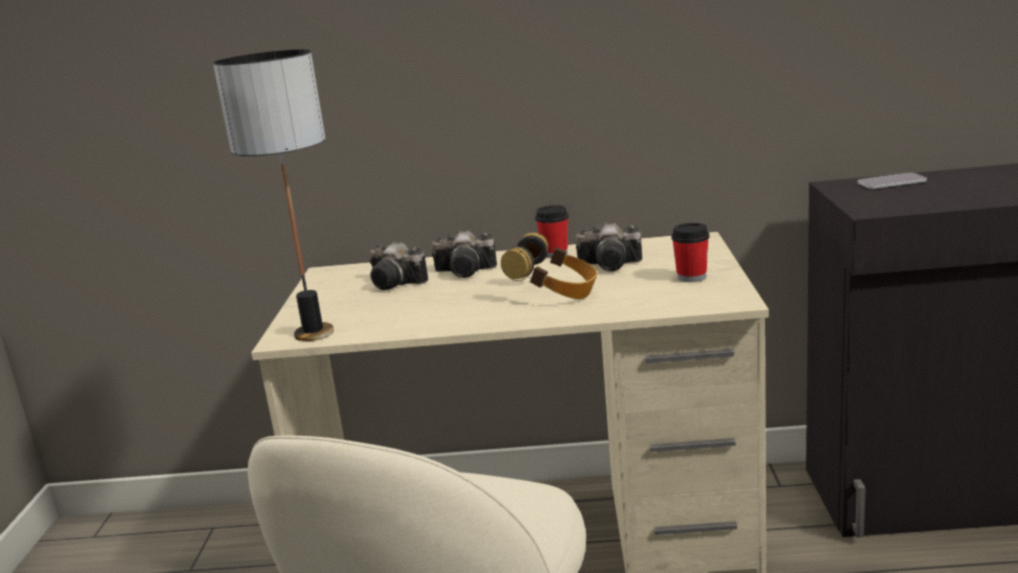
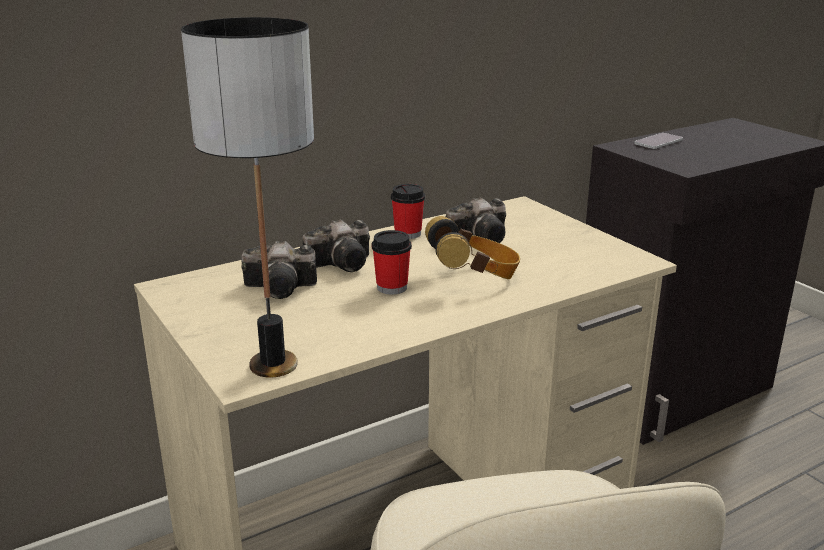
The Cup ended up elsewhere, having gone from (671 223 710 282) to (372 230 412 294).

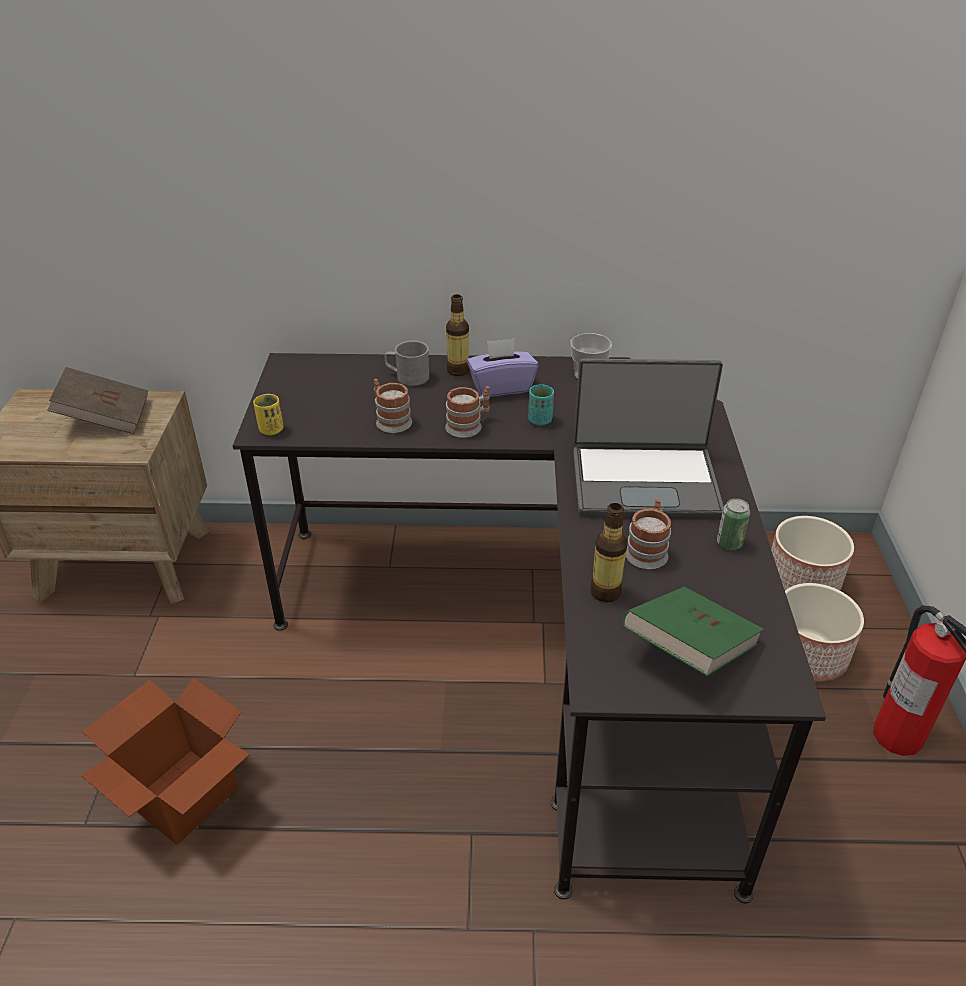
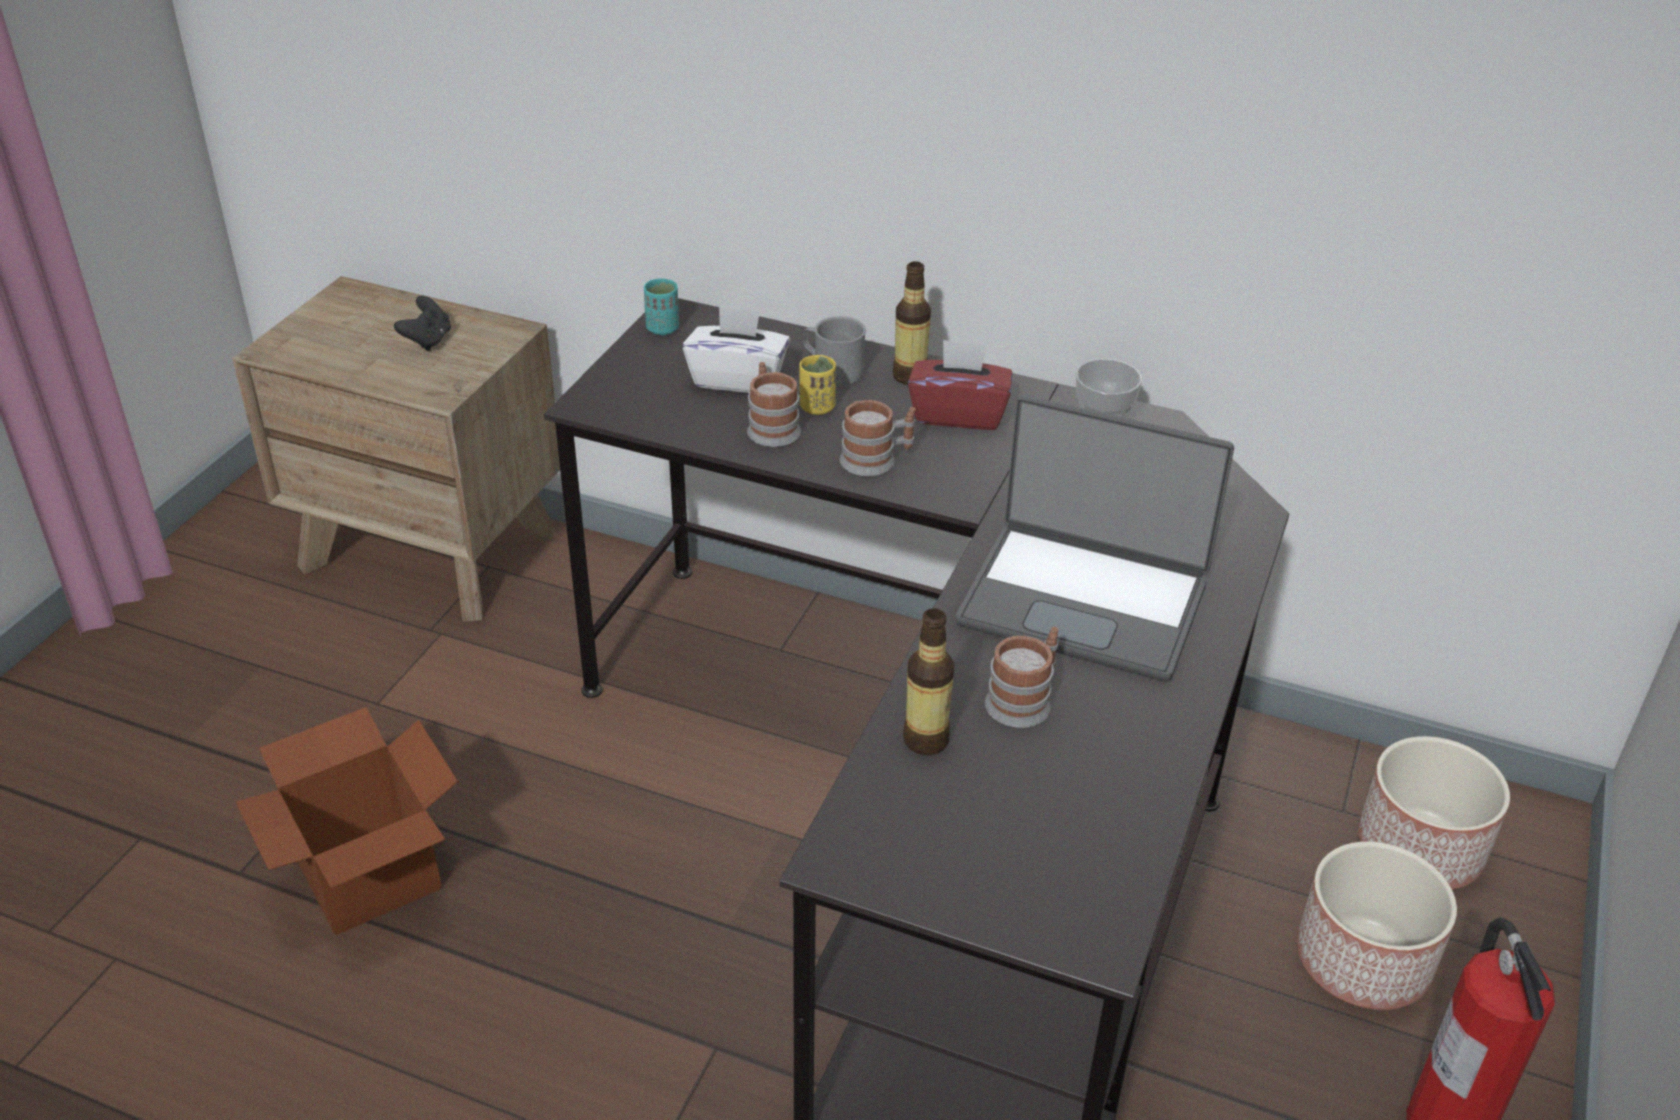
What was the PurpleTissueBox at (467 338 538 397) turned into the RedTissueBox at (908 340 1012 430). Where the BrownBook stood at (47 367 148 434), the BlackGameController came to stand at (394 295 451 351). The TurquoiseCup ended up elsewhere, having gone from (528 385 554 426) to (644 278 679 335). The YellowCup ended up elsewhere, having gone from (253 394 284 435) to (799 355 836 415). The second view lost the Can at (717 498 750 550). The second view lost the GreenBook at (622 587 764 676). The second view gained the WhiteTissueBox at (683 305 790 393).

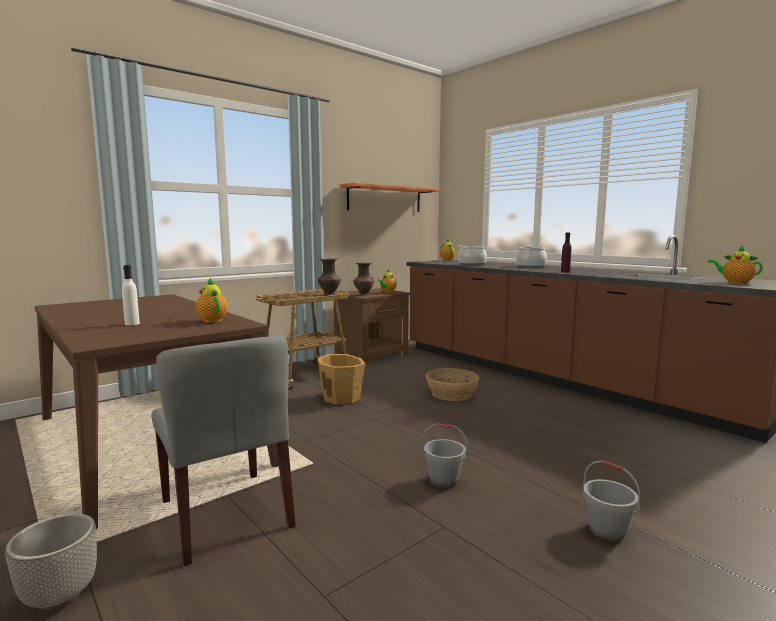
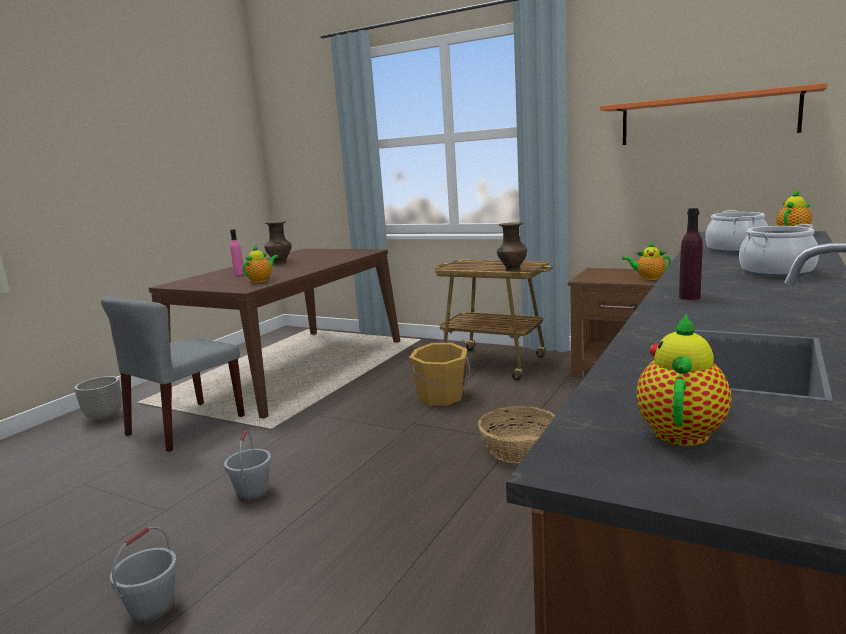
The BrownVase ended up elsewhere, having gone from (354 262 374 295) to (264 221 291 264). What was the WhiteBottle at (122 265 140 326) turned into the PinkBottle at (230 229 244 275).

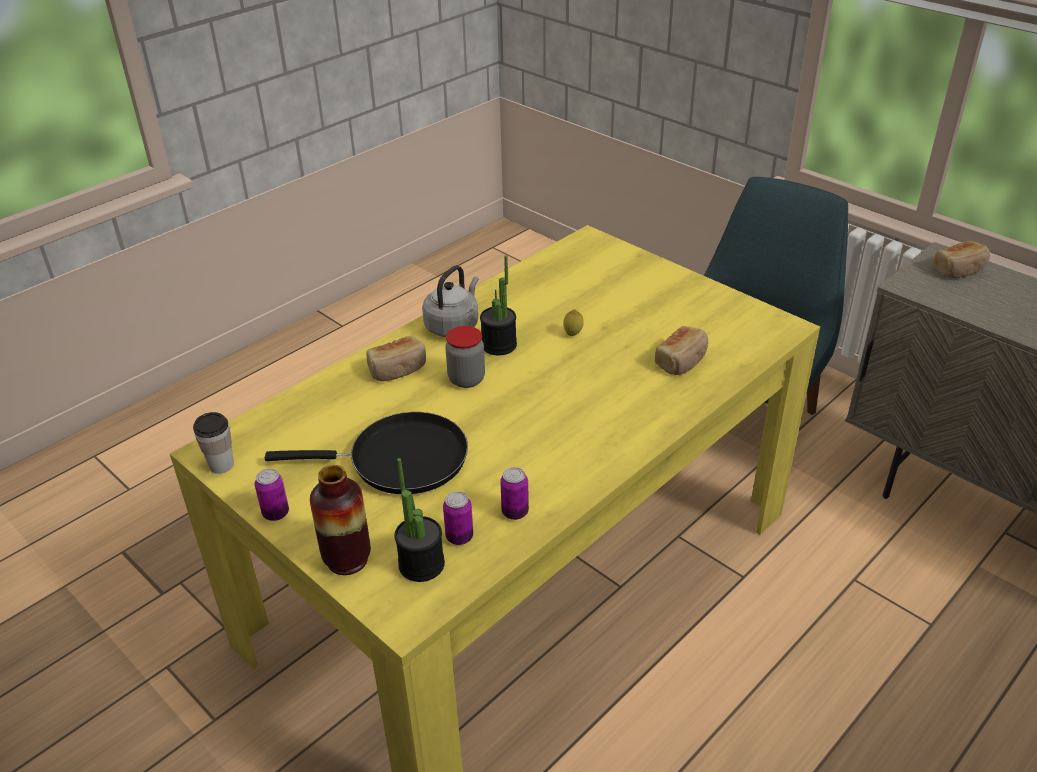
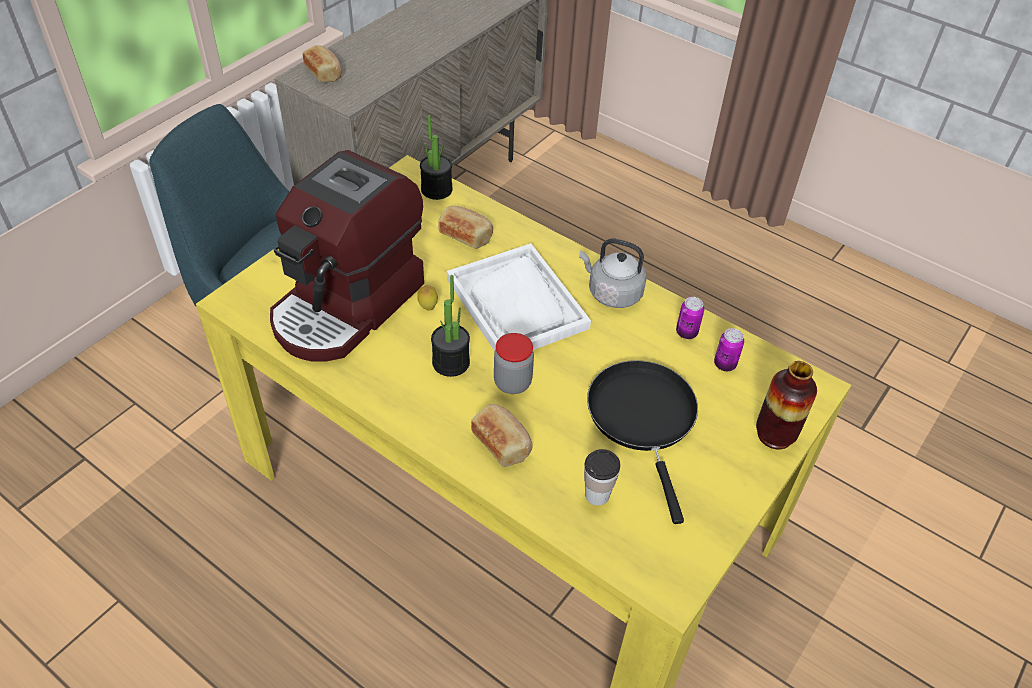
The GreyKettle ended up elsewhere, having gone from (422 265 479 337) to (579 239 647 308). The Cup ended up elsewhere, having gone from (193 412 234 474) to (584 449 621 506). The PottedPlant ended up elsewhere, having gone from (394 458 445 582) to (420 115 453 200). The second view lost the Can at (255 469 289 521). The second view gained the CoffeeMachine at (270 150 424 362). The second view gained the WhiteTray at (447 243 591 351).

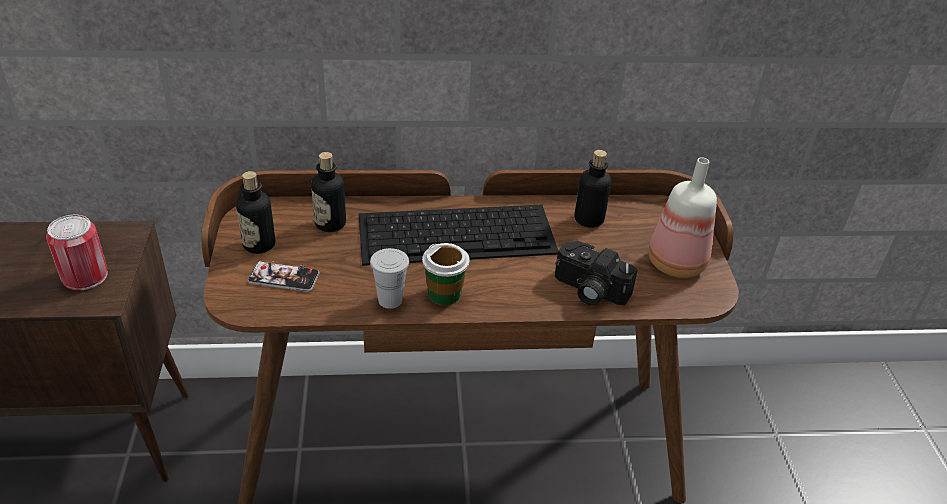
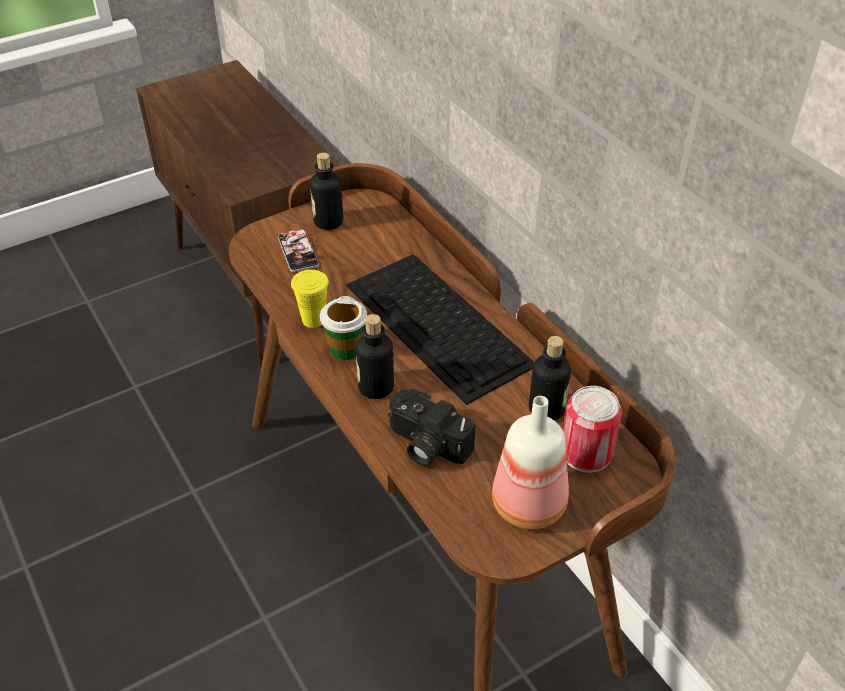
The Bottle ended up elsewhere, having gone from (311 152 346 232) to (356 314 394 399). The Can ended up elsewhere, having gone from (46 215 108 291) to (563 386 622 473). The PhotoCamera at (555 241 638 306) ended up facing another way, 60 degrees counterclockwise from before. What was the WhiteCup at (370 248 409 309) turned into the YellowCup at (291 270 329 328).

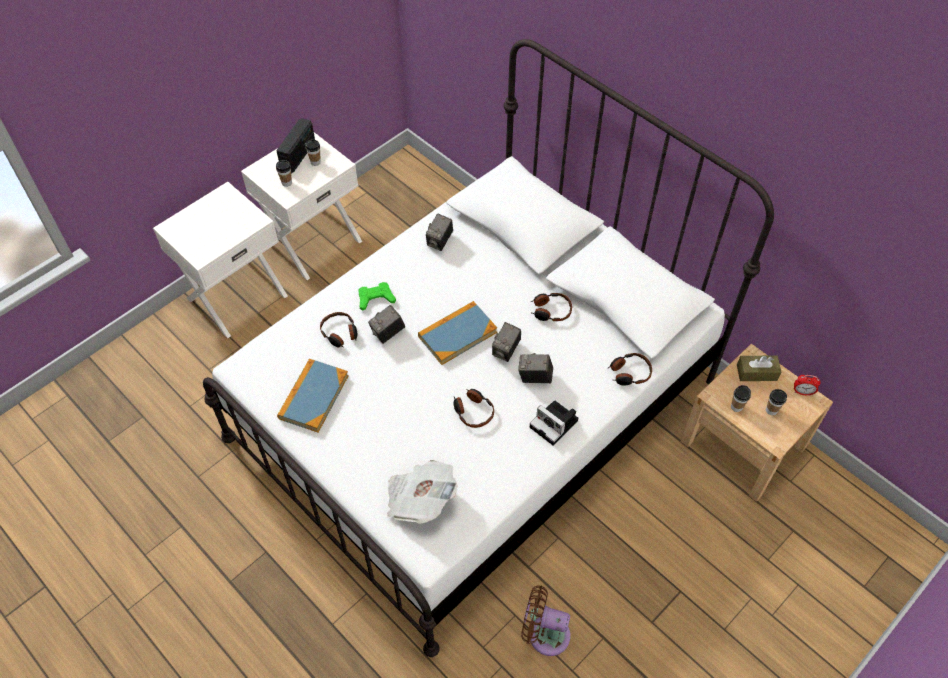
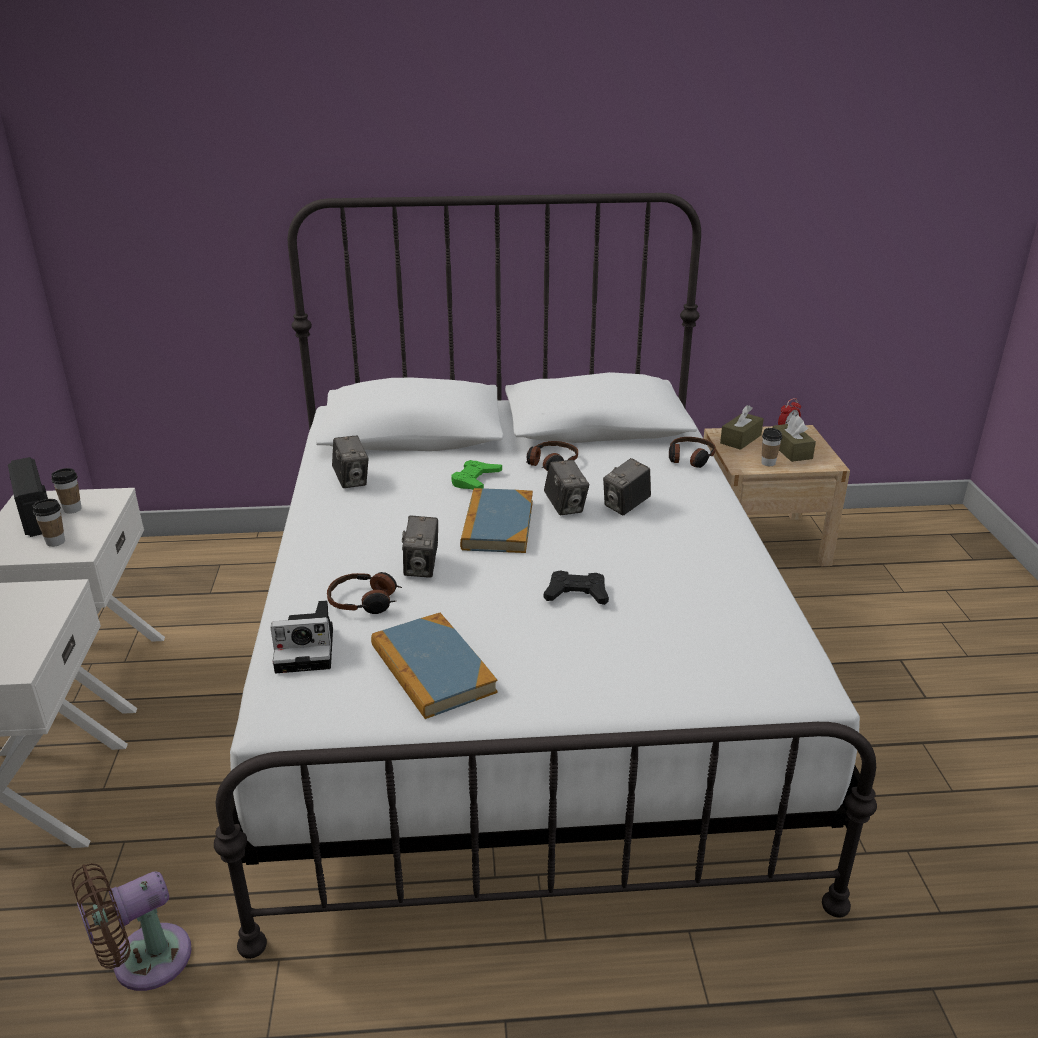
The GreenGameController ended up elsewhere, having gone from (358 282 396 311) to (451 460 502 490). The second view lost the Headphones at (454 389 494 428). Where the Cup stood at (766 389 787 415), the BrownTissueBox came to stand at (773 415 816 462). The PhotoCamera ended up elsewhere, having gone from (530 400 578 446) to (271 600 333 674). The second view lost the Newspaper at (387 460 457 524). The BrownFan ended up elsewhere, having gone from (521 585 571 656) to (71 863 192 991). The second view gained the BlackGameController at (544 571 609 605).

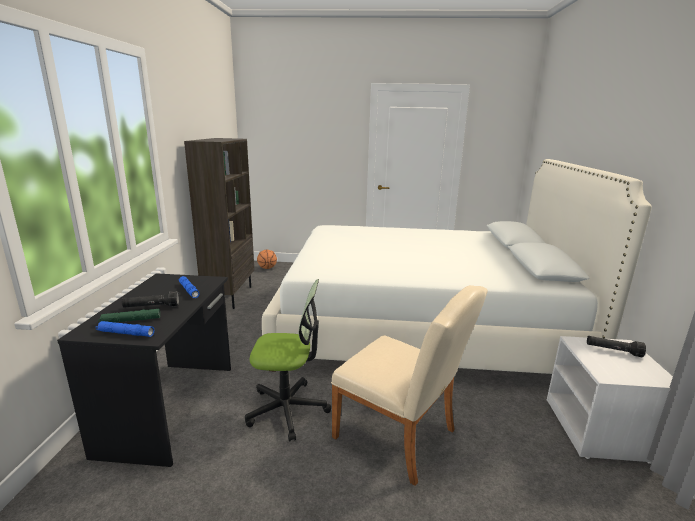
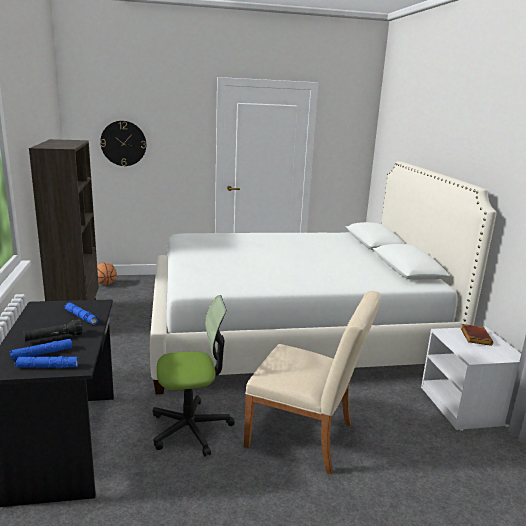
What was the GreenFlashlight at (98 309 160 323) turned into the BlueFlashlight at (10 339 72 360). Where the BlackFlashlight stood at (587 336 646 357), the BrownBook came to stand at (460 324 494 346). The second view gained the WallClock at (100 121 146 166).

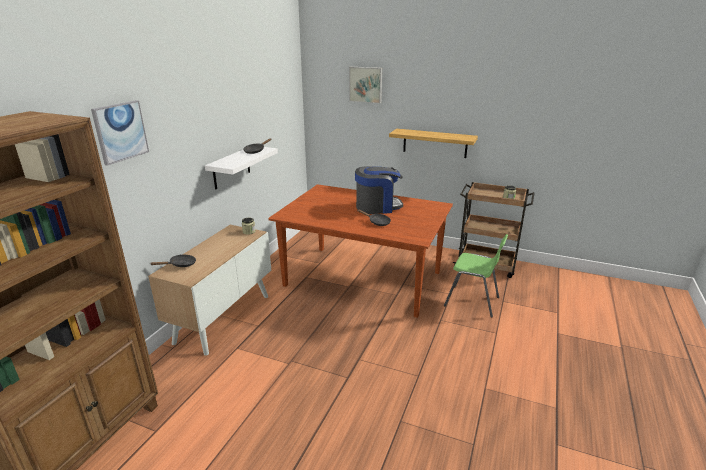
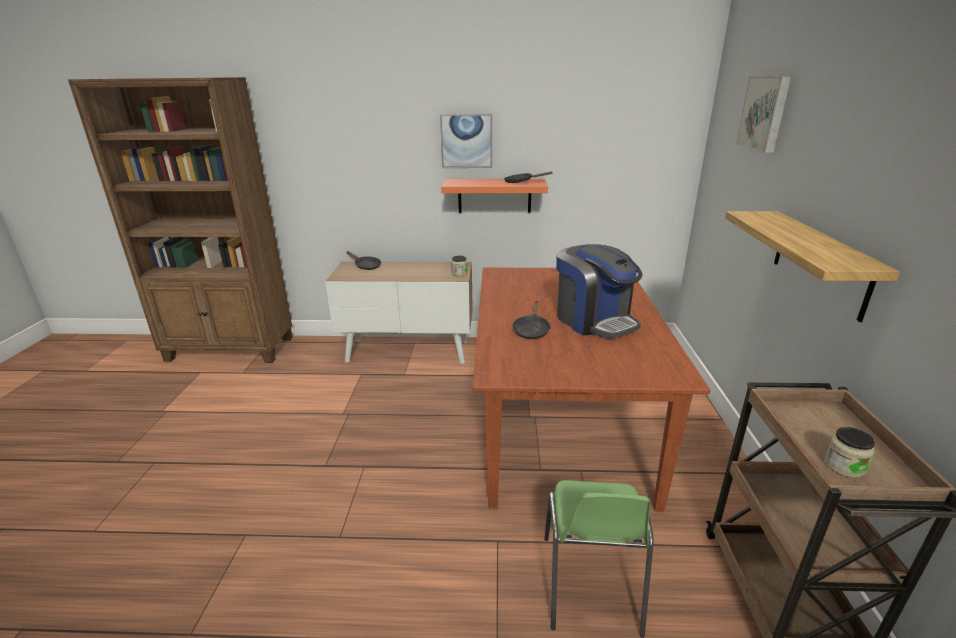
The Picture ended up elsewhere, having gone from (91 100 149 166) to (440 114 492 168). What was the WhiteShelf at (205 147 278 189) turned into the OrangeShelf at (441 179 548 213).

